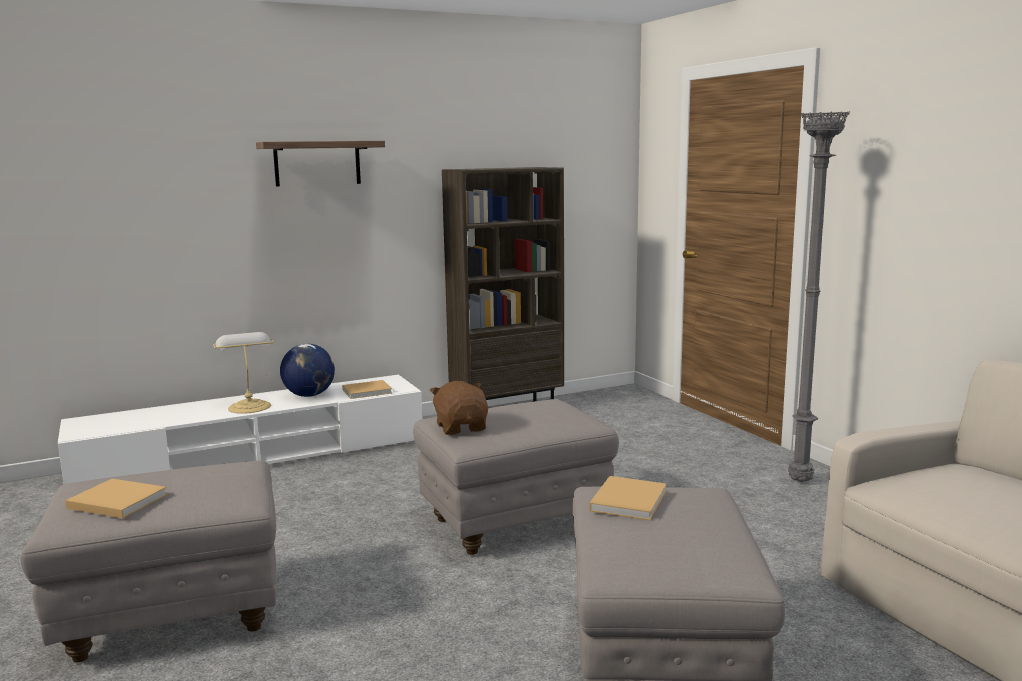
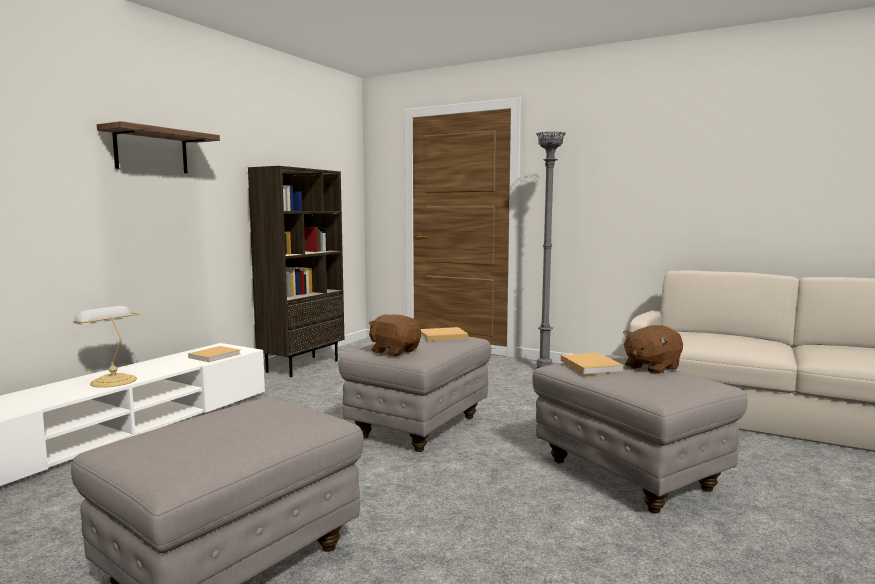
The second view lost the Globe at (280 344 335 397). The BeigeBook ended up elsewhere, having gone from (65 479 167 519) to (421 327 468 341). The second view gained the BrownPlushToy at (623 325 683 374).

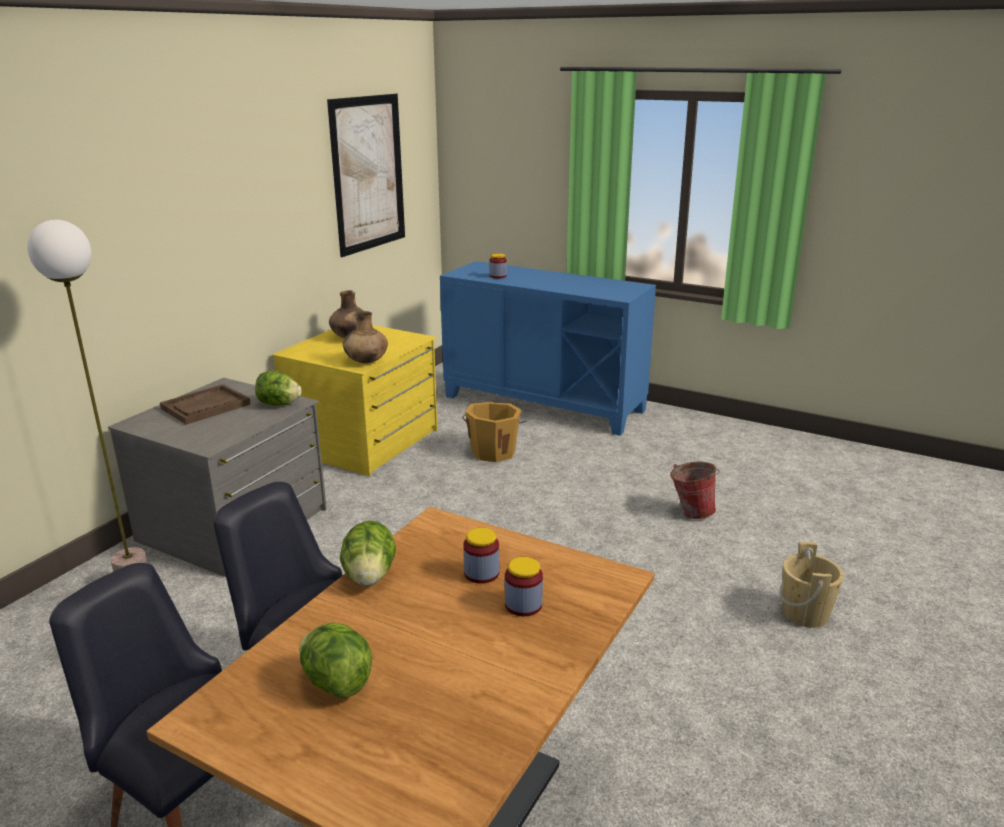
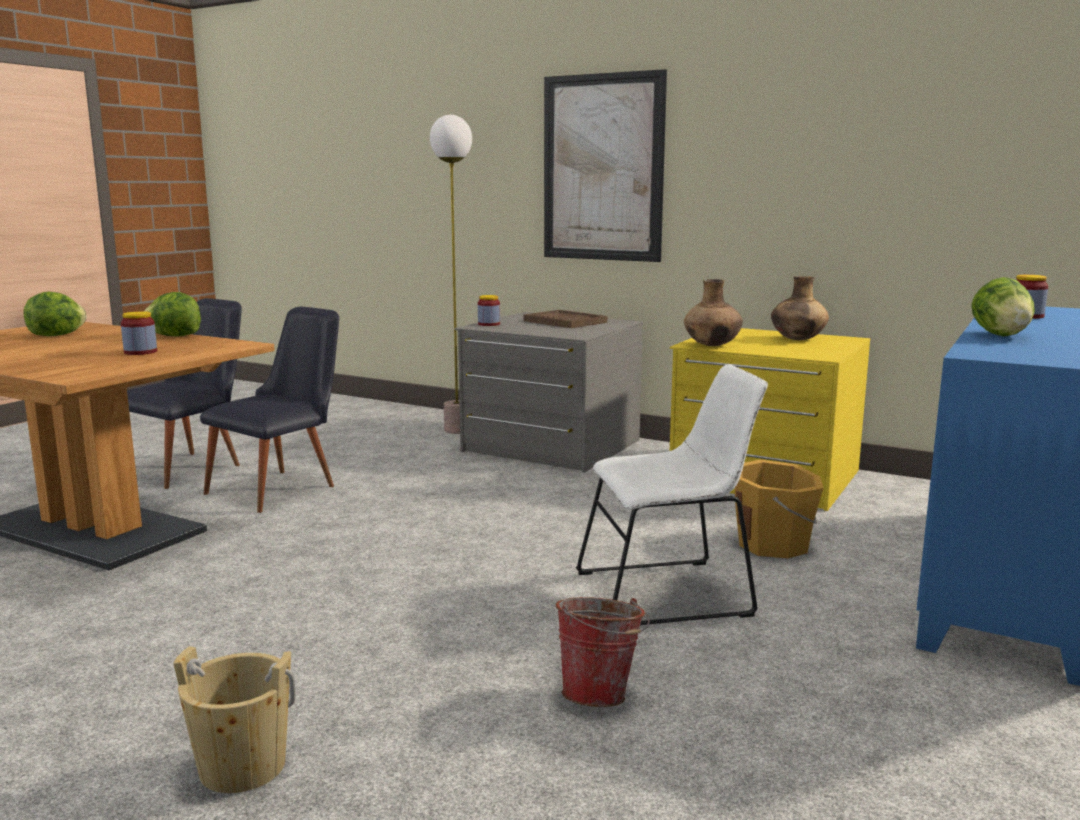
The Picture ended up elsewhere, having gone from (327 94 405 257) to (544 69 667 262). The Lettuce ended up elsewhere, having gone from (255 370 302 406) to (971 277 1035 336). The Jar ended up elsewhere, having gone from (505 557 543 616) to (478 295 500 326). The second view gained the WhiteChair at (576 364 768 625).

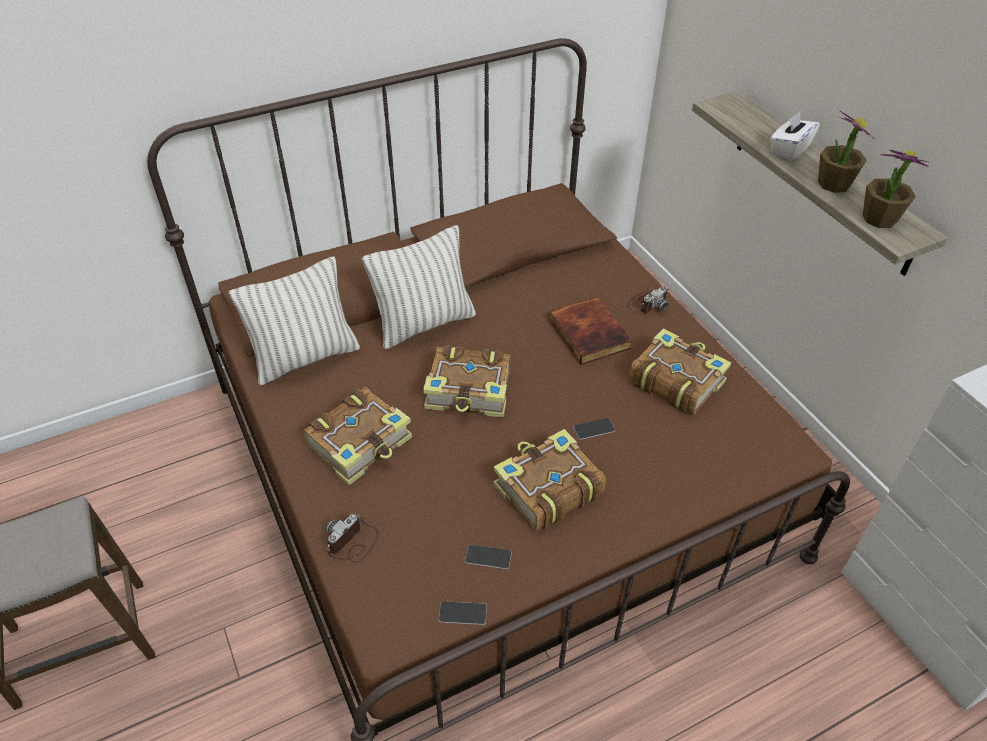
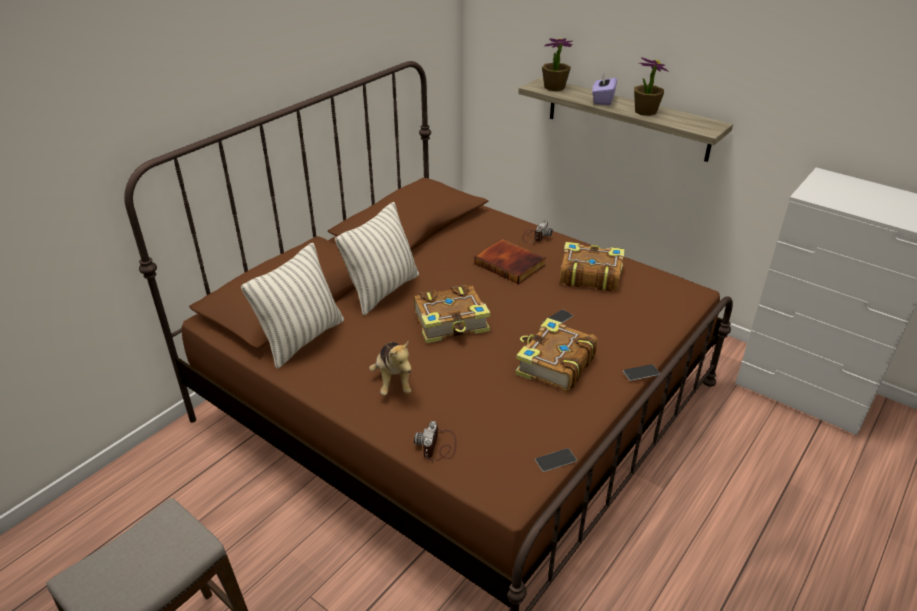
What was the WhiteTissueBox at (770 112 820 161) turned into the PurpleTissueBox at (592 72 617 105). The PottedPlant ended up elsewhere, having gone from (863 150 929 228) to (542 38 573 91). Where the Book stood at (303 387 412 485), the PlushToy came to stand at (369 340 411 395). The Phone ended up elsewhere, having gone from (465 545 512 569) to (623 364 660 381).

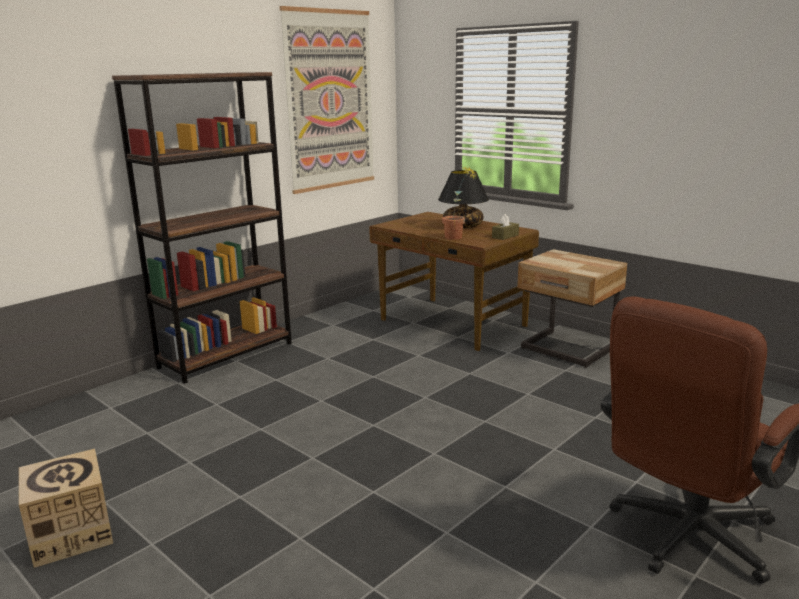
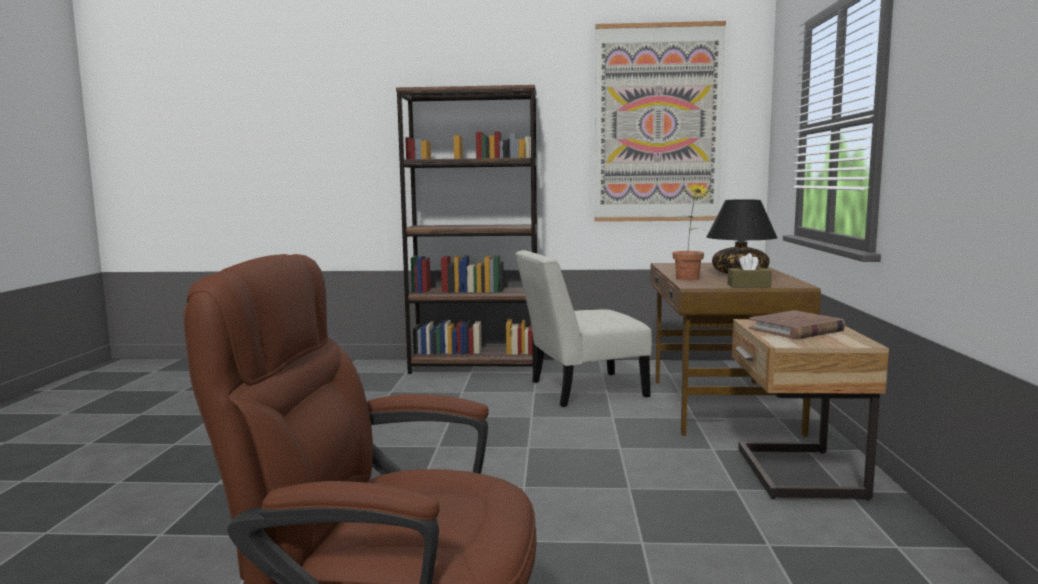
The second view lost the CardboardBox at (19 449 113 568). The second view gained the WhiteChair at (515 250 652 407). The second view gained the BrownBook at (749 310 845 339).

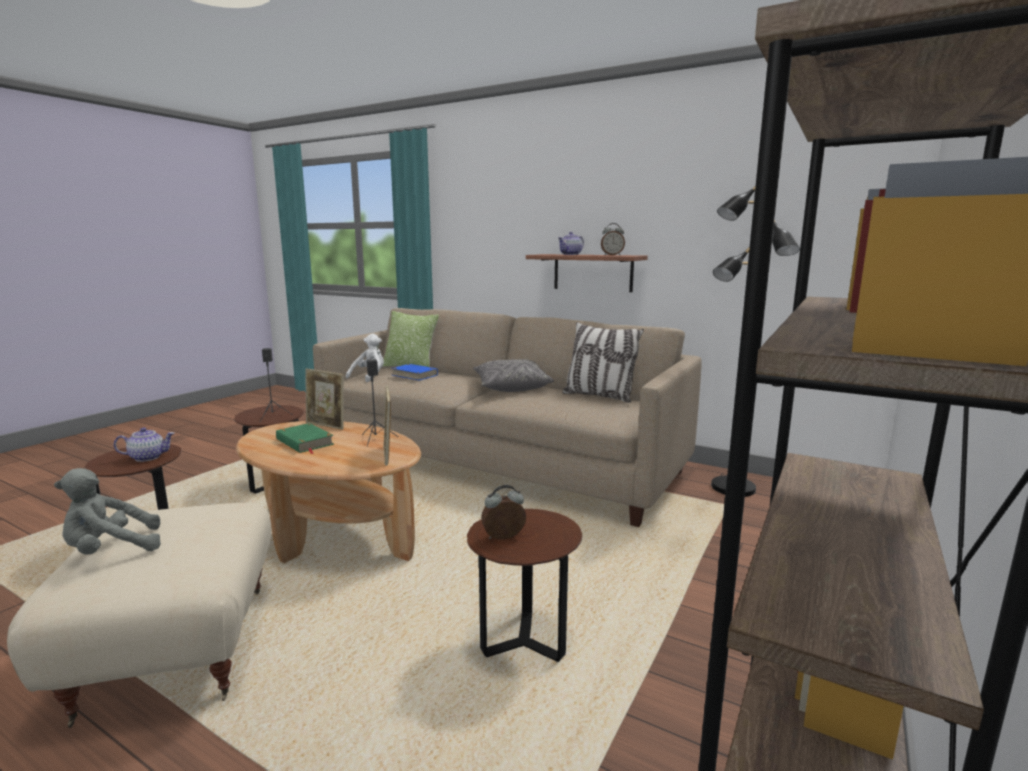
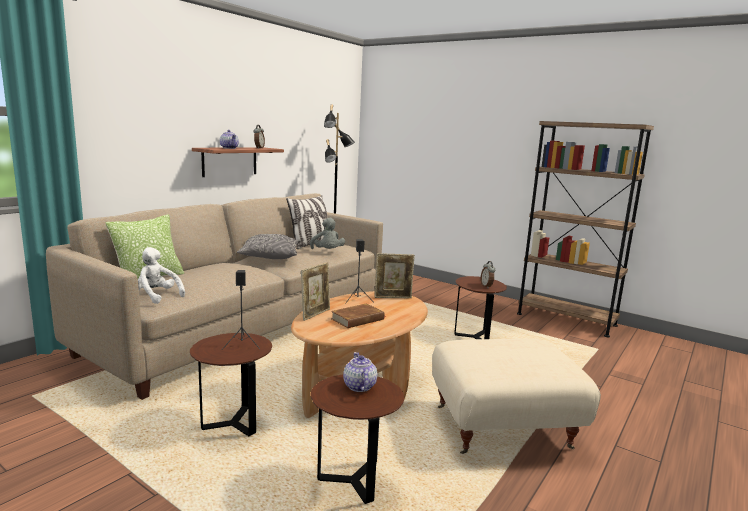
The second view lost the BlueBook at (391 364 438 381). What was the GreenBook at (276 423 334 454) turned into the BrownBook at (331 303 386 328). The GreyPlushToy ended up elsewhere, having gone from (54 468 161 555) to (310 218 345 249).

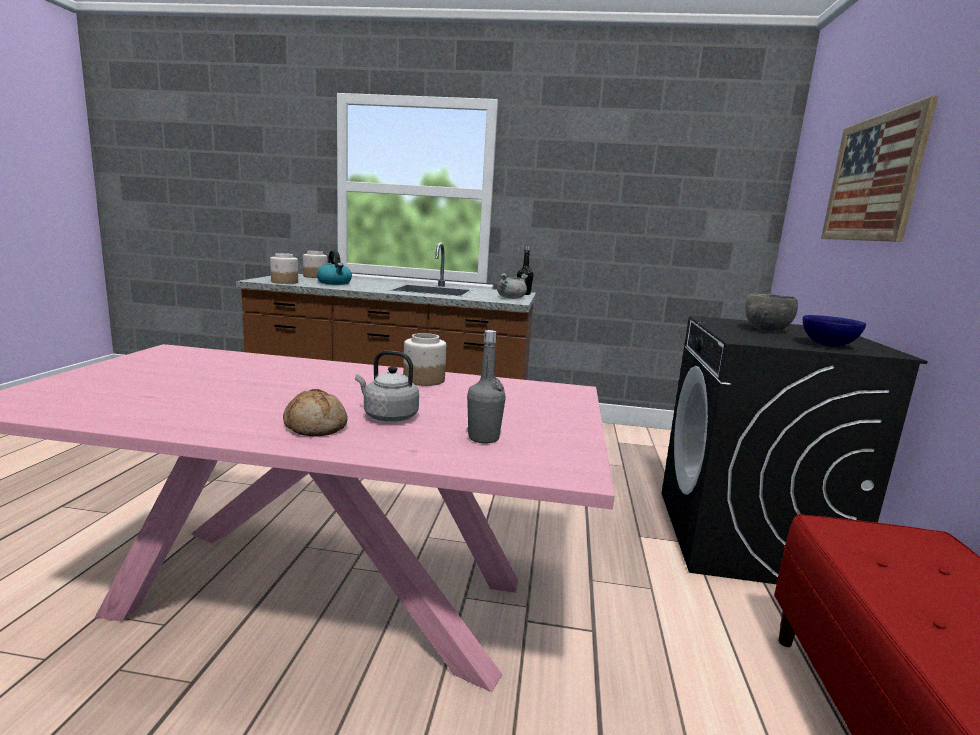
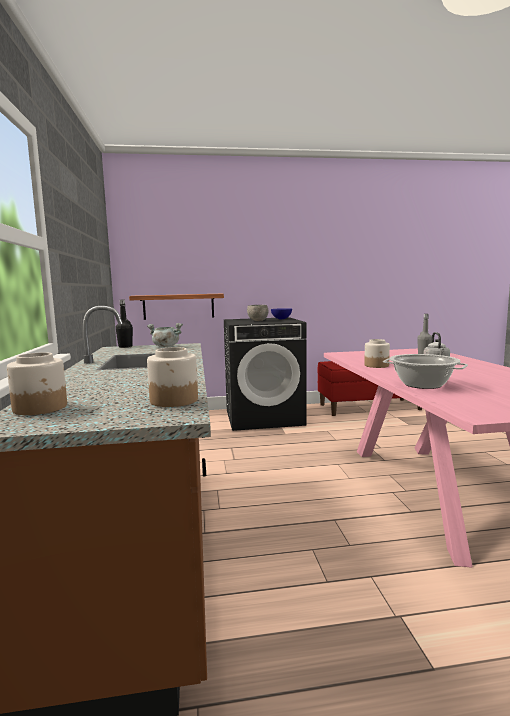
The second view lost the Picture at (821 96 938 242). The second view lost the Kettle at (317 250 352 285). The second view lost the Bread at (283 389 348 437). The second view gained the Shelf at (129 294 224 320). The second view gained the CookingPot at (383 354 468 389).

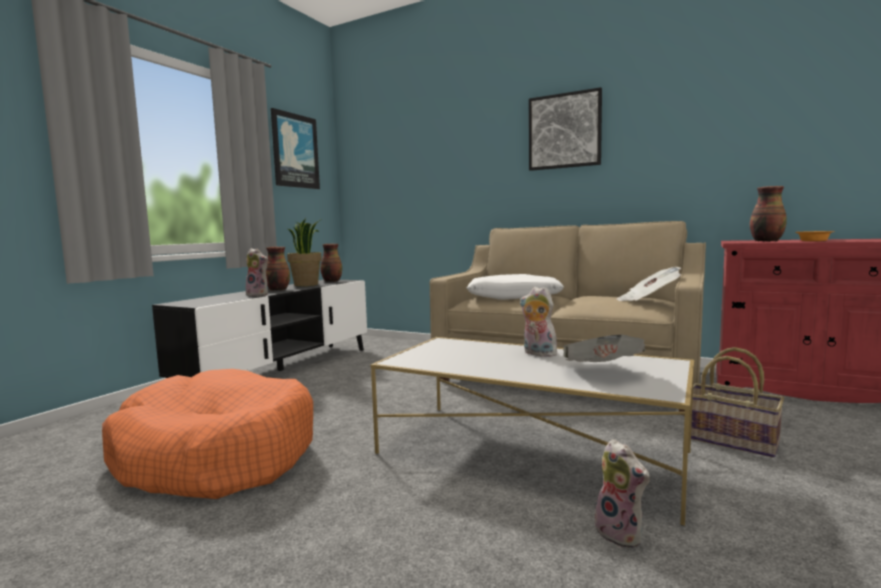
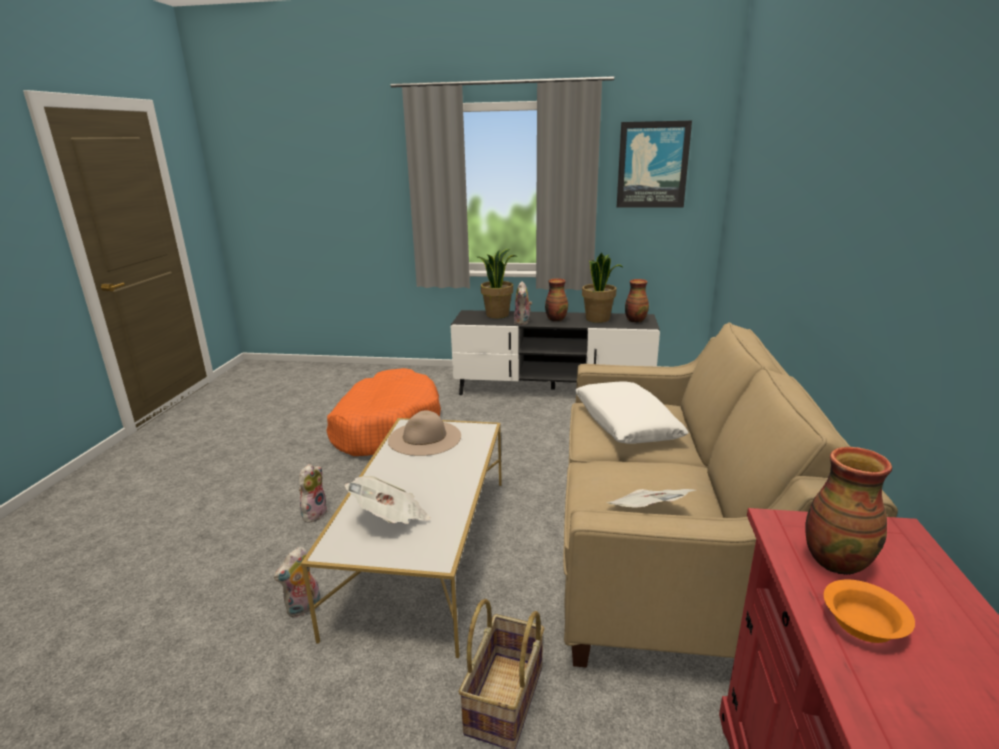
The second view lost the Picture at (529 87 602 171). The PlushToy ended up elsewhere, having gone from (520 287 557 357) to (299 464 328 523). The second view gained the PottedPlant at (476 249 517 318). The second view gained the BeigeHat at (388 410 461 456).

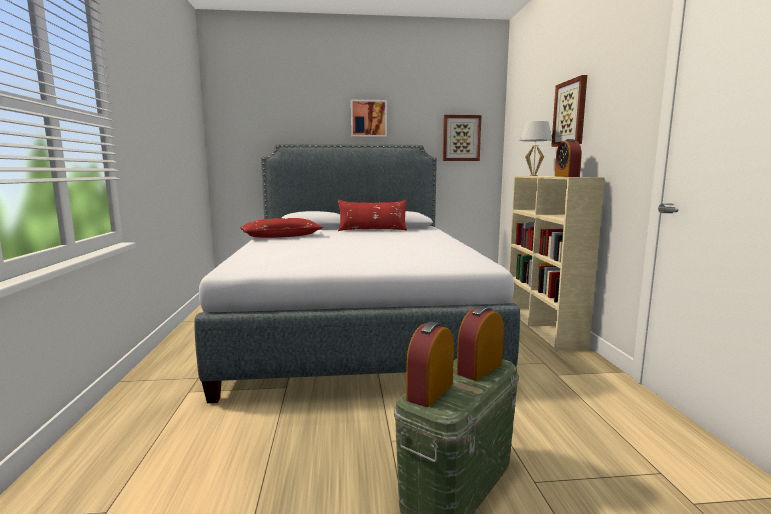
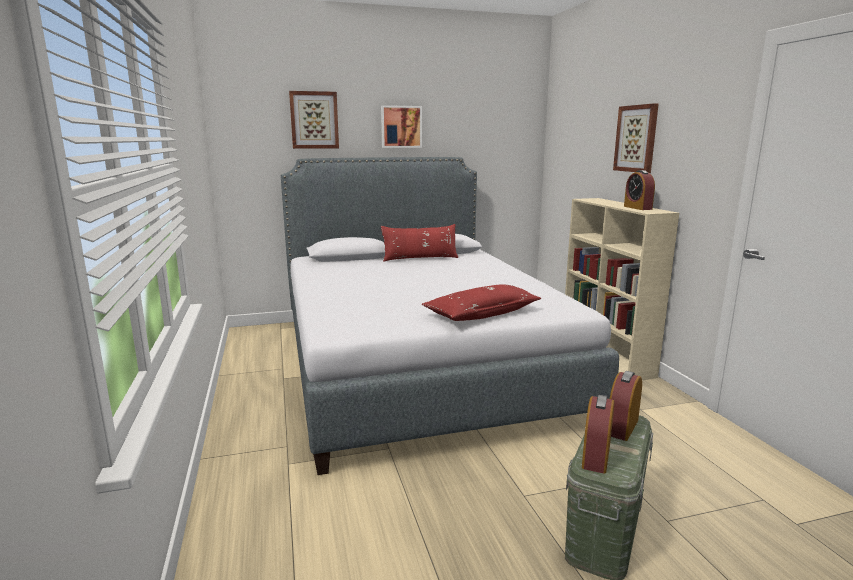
The Picture ended up elsewhere, having gone from (443 115 481 161) to (289 91 339 149). The second view lost the WhiteTableLamp at (520 121 552 176). The RedPillow ended up elsewhere, having gone from (240 218 323 238) to (422 285 541 321).

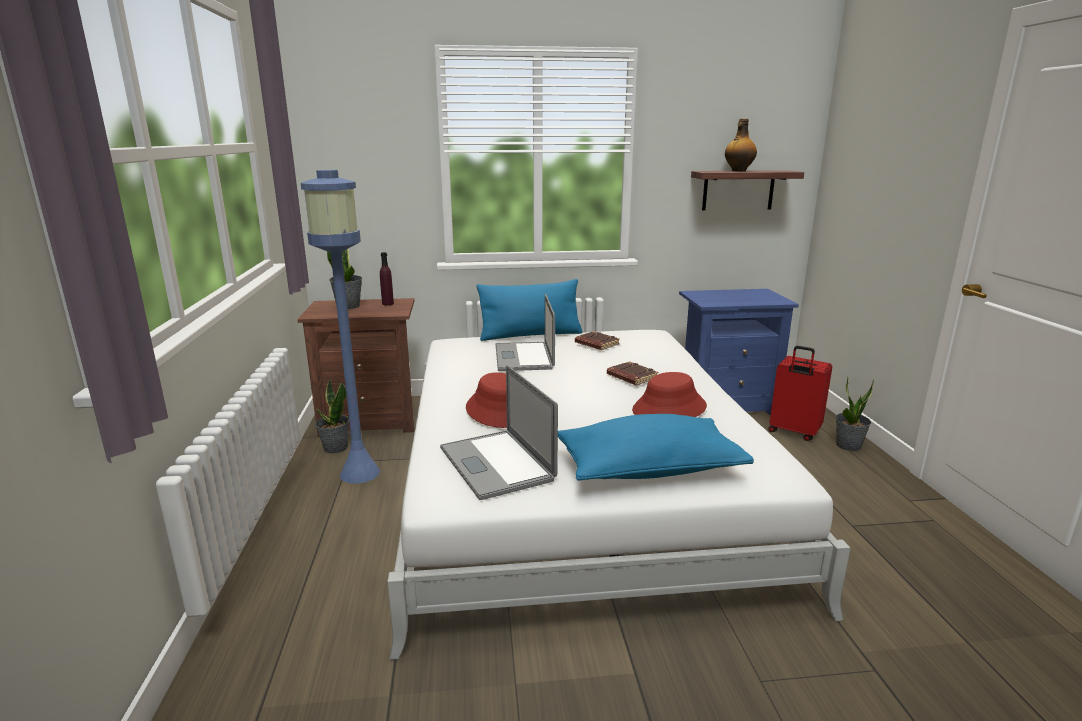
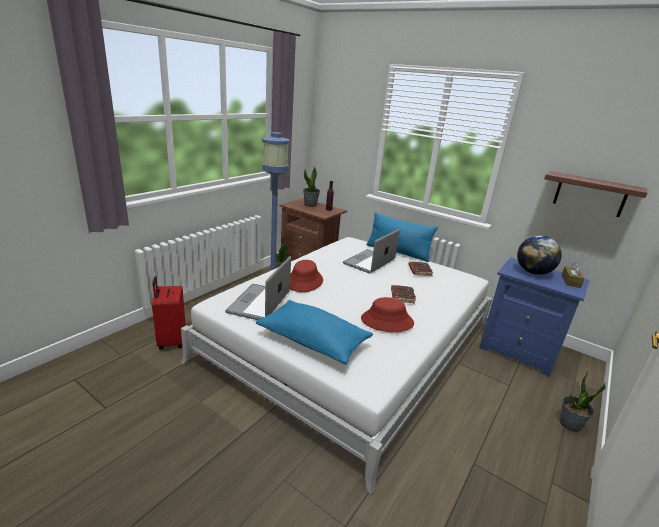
The second view lost the Bottle at (725 119 757 171). The RedSuitcase ended up elsewhere, having gone from (768 346 832 441) to (152 276 186 349). The second view gained the Globe at (517 235 562 275). The second view gained the BrownTissueBox at (561 262 584 288).

